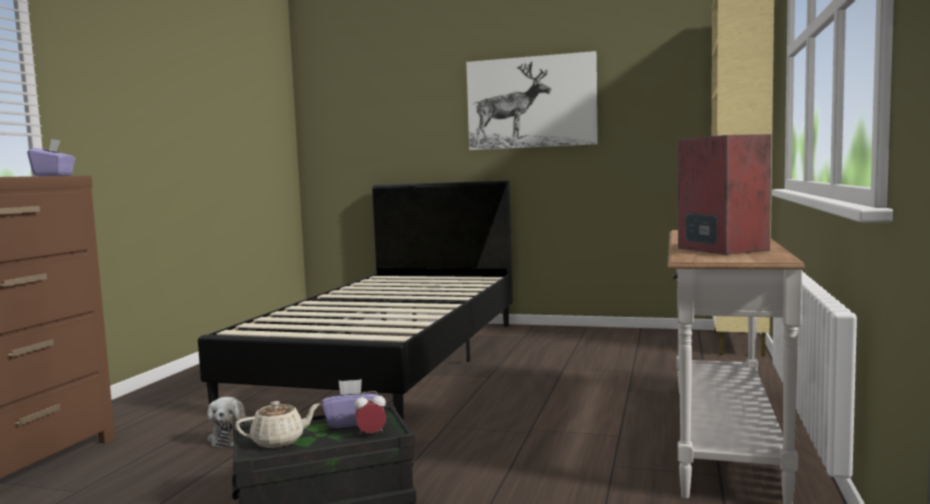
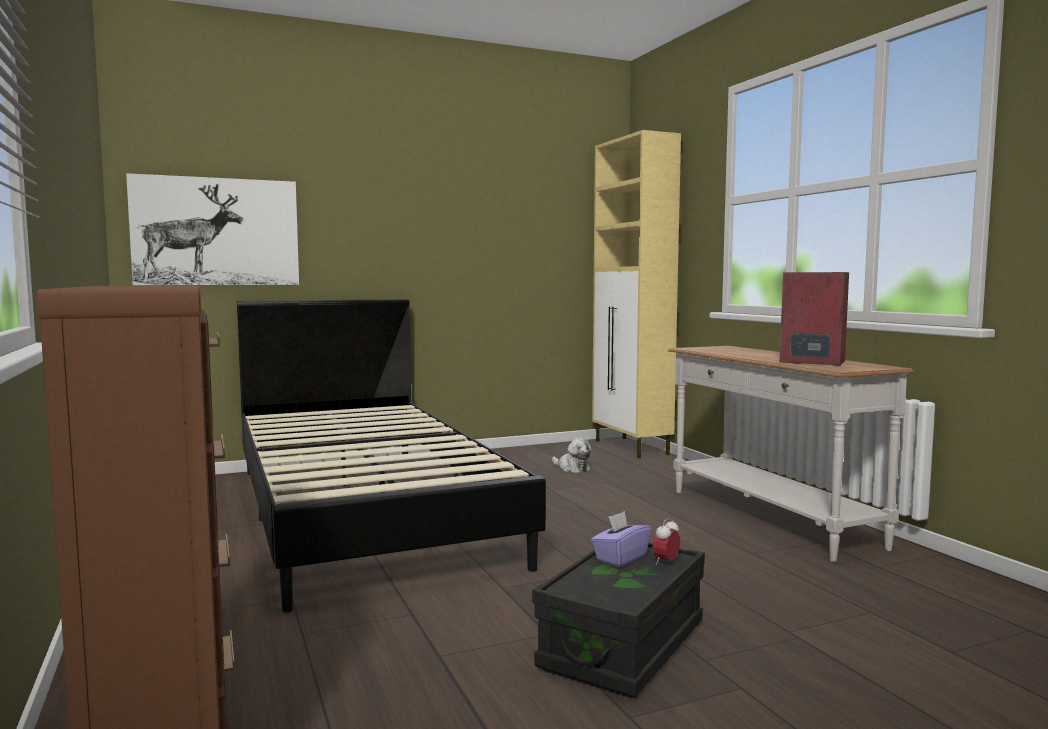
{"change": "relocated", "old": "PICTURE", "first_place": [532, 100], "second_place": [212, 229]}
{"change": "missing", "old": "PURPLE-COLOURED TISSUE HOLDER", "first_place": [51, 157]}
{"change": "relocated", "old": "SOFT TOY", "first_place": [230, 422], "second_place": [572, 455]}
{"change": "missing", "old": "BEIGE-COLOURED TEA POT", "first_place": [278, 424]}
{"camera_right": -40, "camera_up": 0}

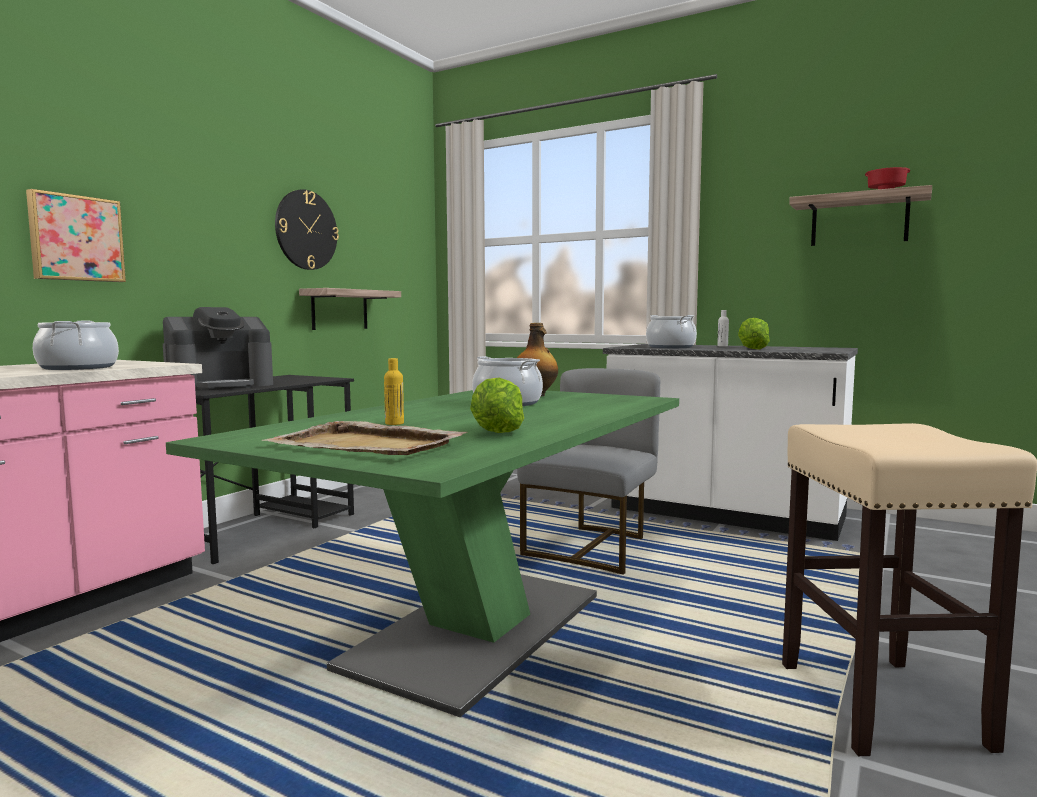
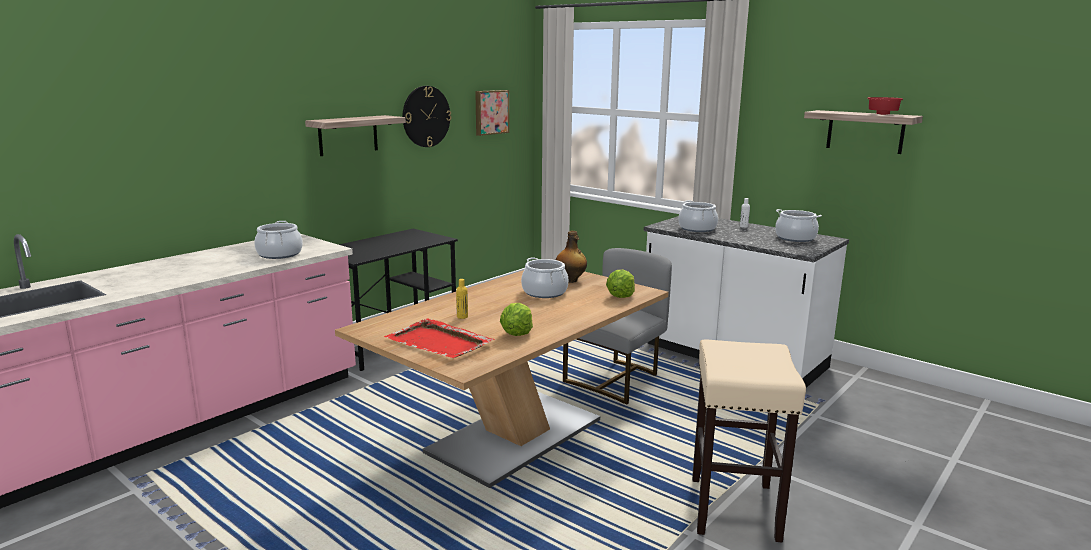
{"change": "relocated", "old": "PICTURE", "first_place": [76, 235], "second_place": [492, 113]}
{"change": "relocated", "old": "WALL SHELF", "first_place": [350, 309], "second_place": [355, 135]}
{"change": "missing", "old": "COFFEE MAKER", "first_place": [218, 348]}
{"change": "relocated", "old": "HEAD OF LETTUCE", "first_place": [754, 334], "second_place": [620, 283]}
{"change": "colour", "old": "GREEN DINING TABLE", "new": "BROWNISH DINING TABLE", "first_place": [422, 553], "second_place": [502, 379]}
{"change": "colour", "old": "BEIGE-COLOURED TRAY", "new": "REDDISH TRAY", "first_place": [364, 438], "second_place": [439, 338]}
{"change": "appeared", "new": "STOCKPOT", "second_place": [798, 225]}
{"camera_right": 10, "camera_up": 10}

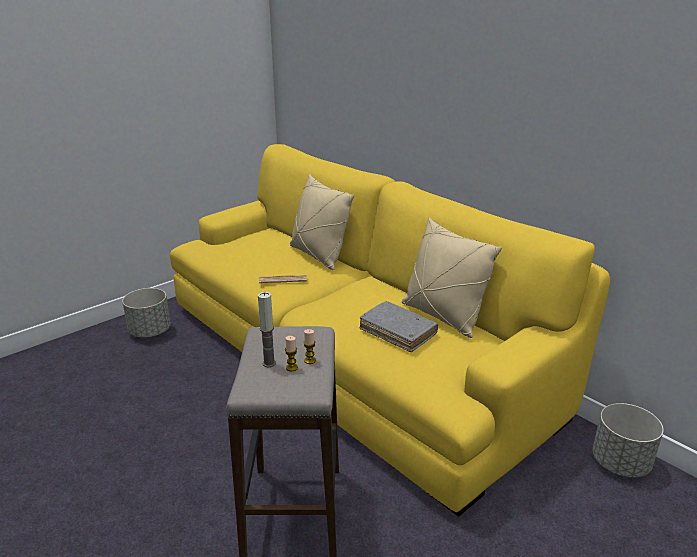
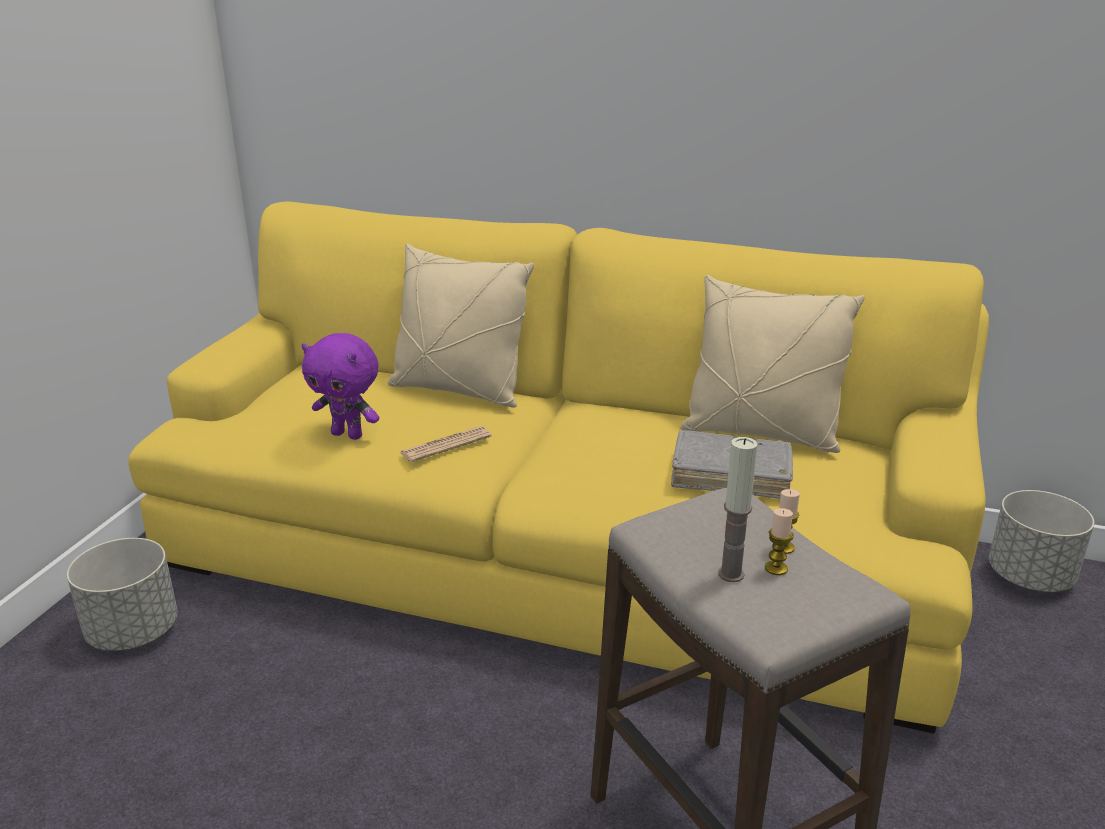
{"change": "appeared", "new": "PURPLE-COLOURED SOFT TOY", "second_place": [340, 386]}
{"camera_right": -30, "camera_up": 0}

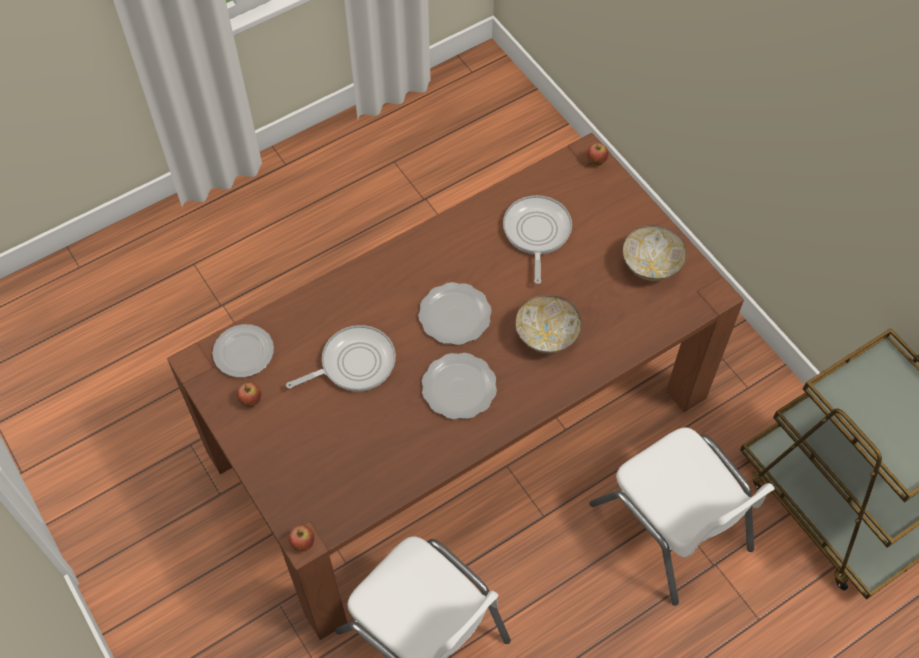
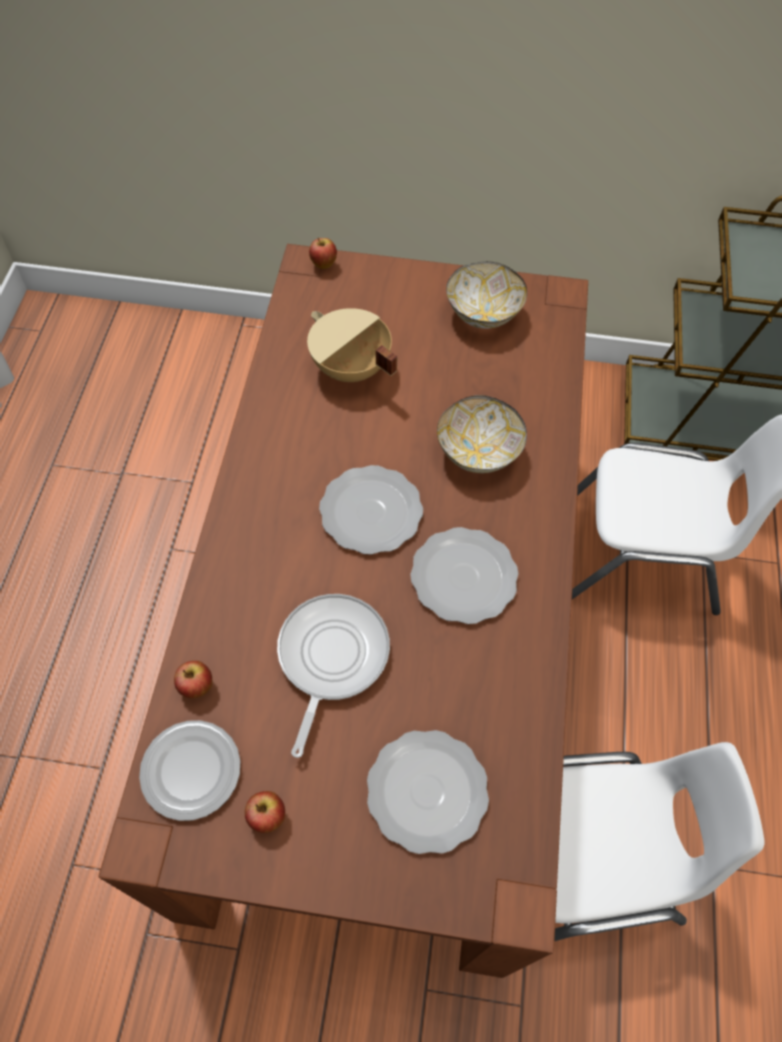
{"change": "exchanged", "old": "FRYING PAN", "new": "BEIGE-COLOURED STOCKPOT", "first_place": [537, 239], "second_place": [352, 345]}
{"change": "relocated", "old": "APPLE", "first_place": [302, 538], "second_place": [193, 679]}
{"change": "appeared", "new": "PLATE", "second_place": [428, 792]}
{"camera_right": -50, "camera_up": 0}

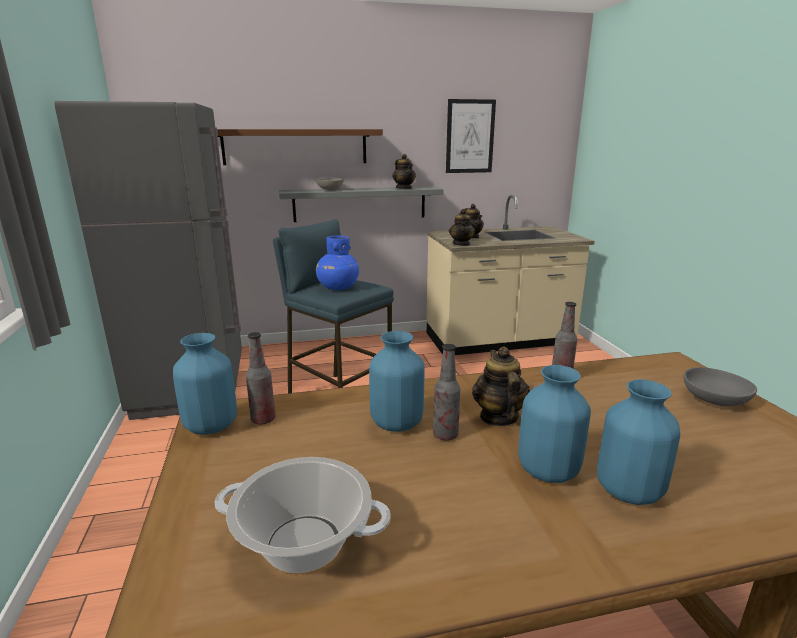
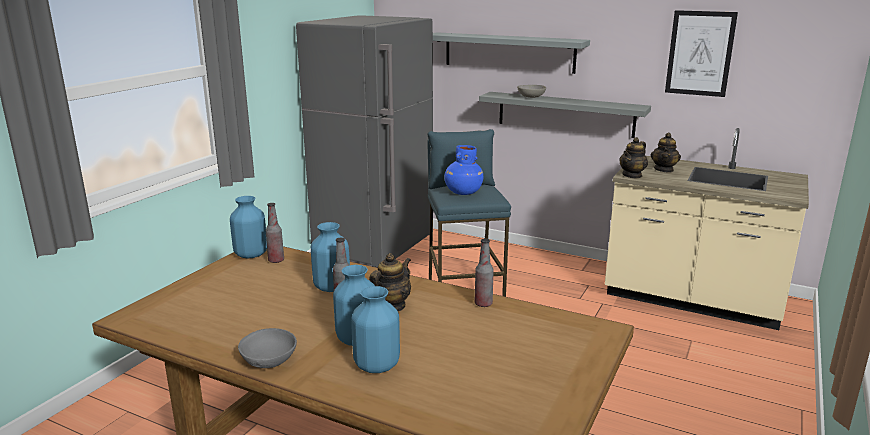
{"change": "colour", "old": "BROWNISH WALL SHELF", "new": "GRAY WALL SHELF", "first_place": [300, 147], "second_place": [511, 53]}
{"change": "missing", "old": "TEA POT", "first_place": [404, 171]}
{"change": "relocated", "old": "GRAY DEEP DISH", "first_place": [720, 387], "second_place": [267, 348]}
{"change": "missing", "old": "STOCKPOT", "first_place": [302, 515]}
{"camera_right": 40, "camera_up": 0}

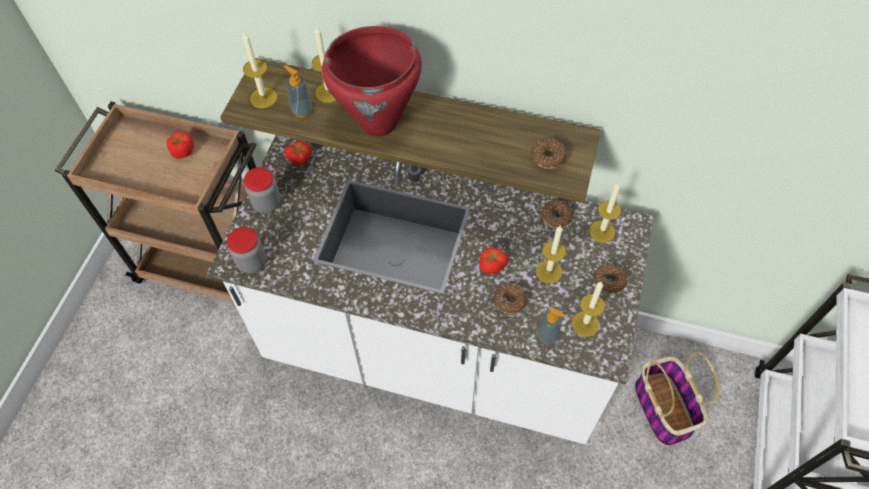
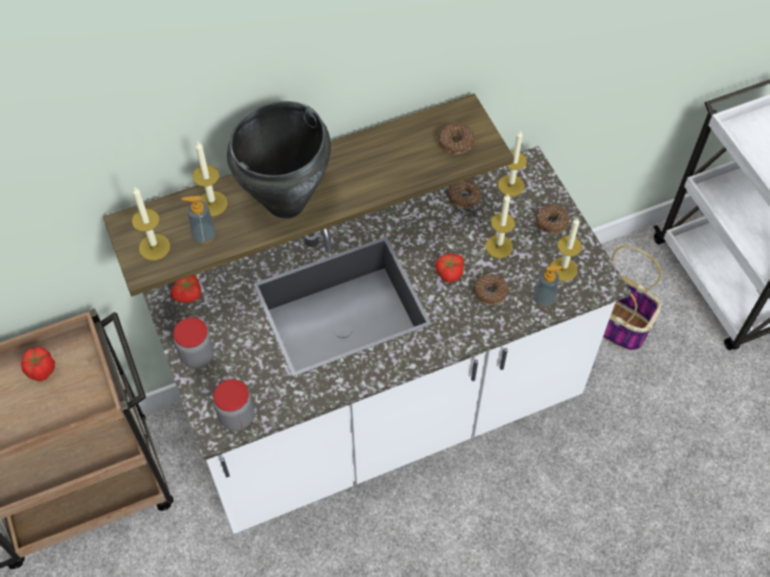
{"change": "colour", "old": "REDDISH STOCKPOT", "new": "BLACK-COLOURED STOCKPOT", "first_place": [372, 81], "second_place": [279, 160]}
{"camera_right": -40, "camera_up": 0}

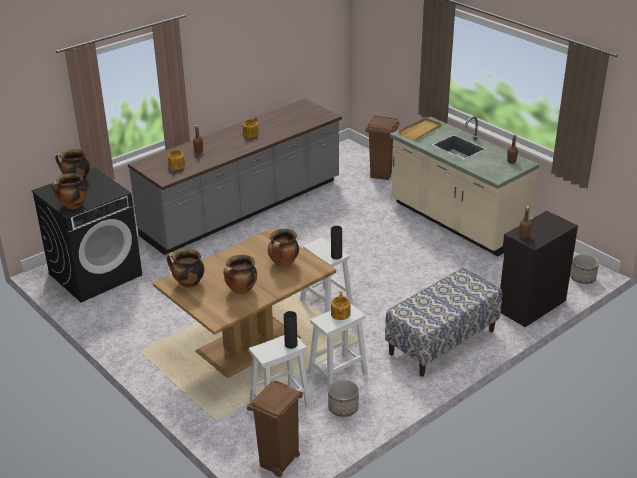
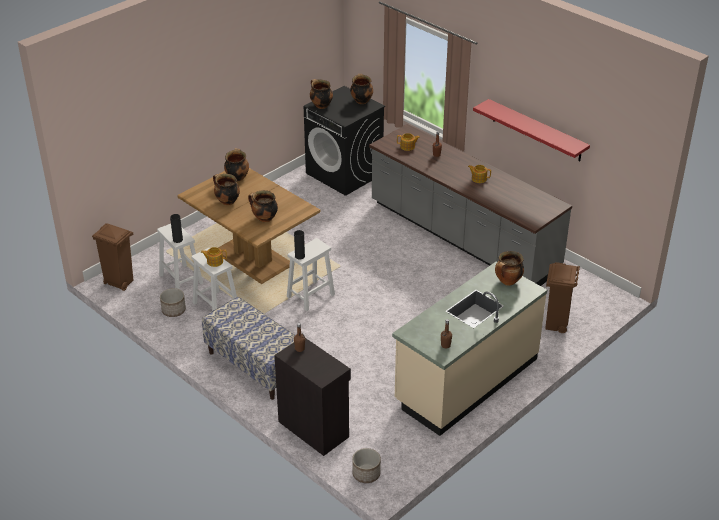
{"change": "exchanged", "old": "BEIGE-COLOURED TRAY", "new": "STOCKPOT", "first_place": [420, 129], "second_place": [509, 268]}
{"change": "appeared", "new": "REDDISH WALL SHELF", "second_place": [531, 130]}
{"camera_right": 85, "camera_up": 5}

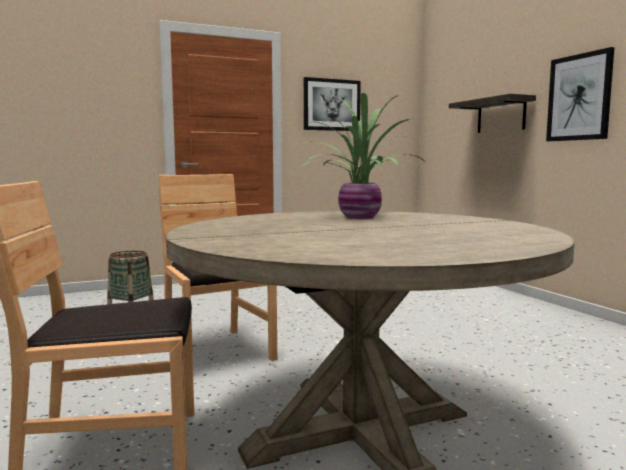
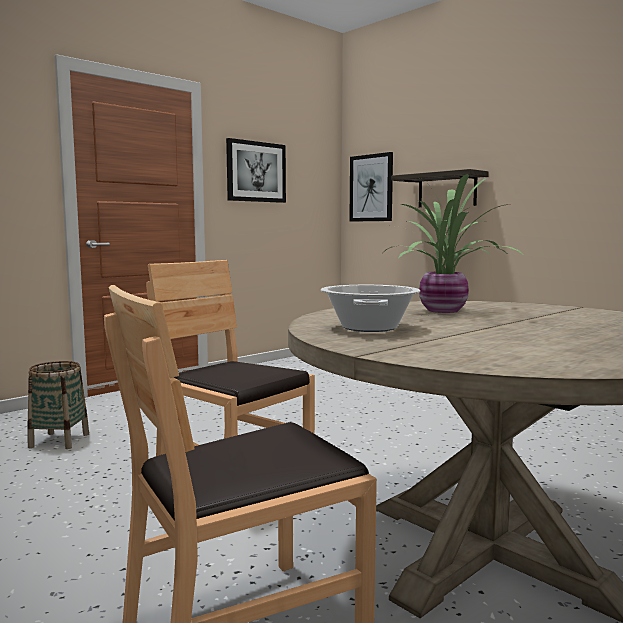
{"change": "relocated", "old": "PICTURE", "first_place": [580, 94], "second_place": [371, 187]}
{"change": "appeared", "new": "STOCKPOT", "second_place": [370, 308]}
{"camera_right": -20, "camera_up": 0}

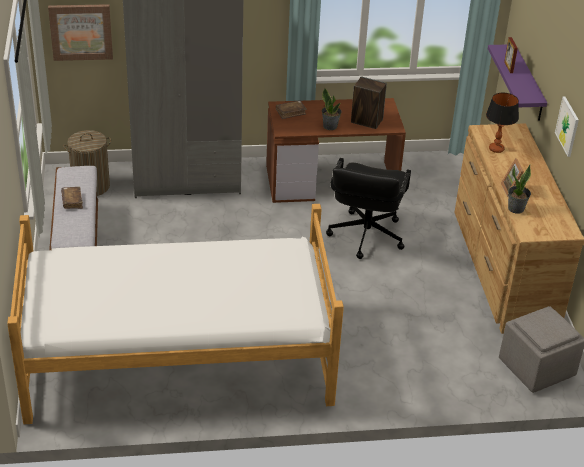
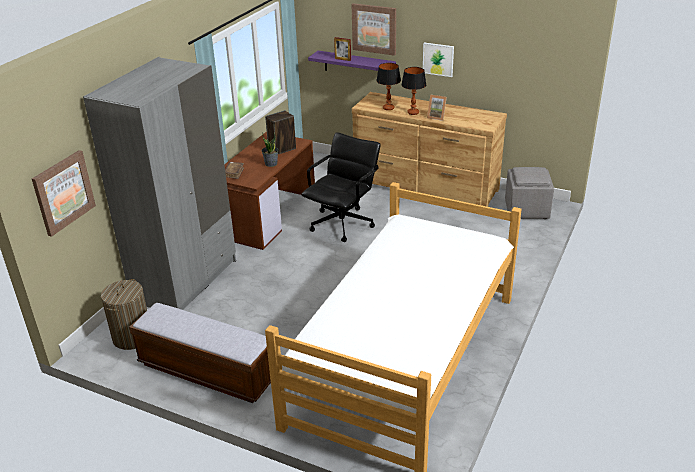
{"change": "spun", "old": "BLACK-COLOURED DESK CHAIR", "first_place": [368, 208], "second_place": [341, 187], "degrees": -105}
{"change": "missing", "old": "POTTED PLANT", "first_place": [519, 189]}
{"change": "missing", "old": "BROWNISH BOUND BOOK", "first_place": [72, 198]}
{"change": "appeared", "new": "PICTURE", "second_place": [374, 29]}
{"change": "appeared", "new": "TABLE LAMP", "second_place": [413, 91]}
{"camera_right": -55, "camera_up": -5}

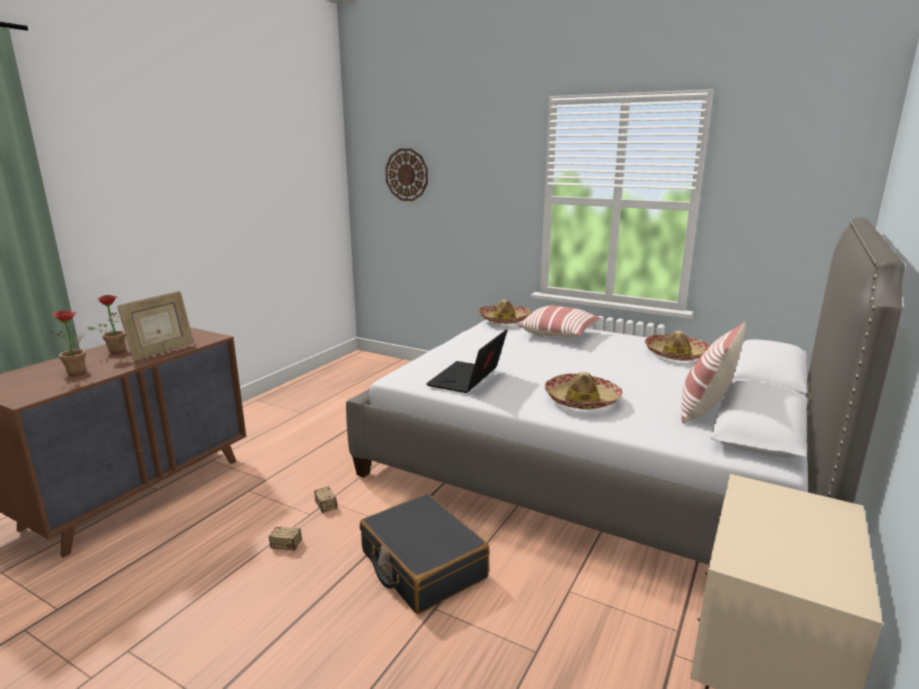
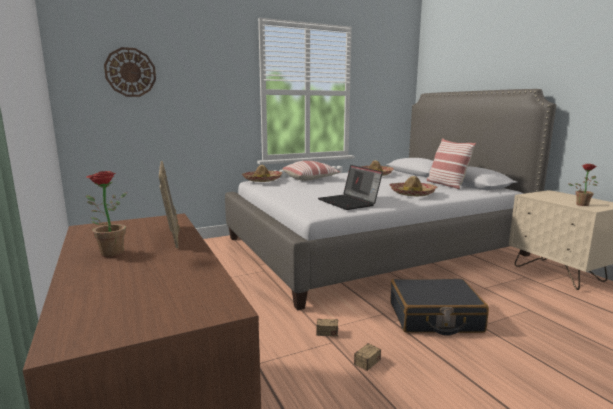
{"change": "relocated", "old": "POTTED PLANT", "first_place": [67, 342], "second_place": [583, 185]}
{"camera_right": -55, "camera_up": -5}

